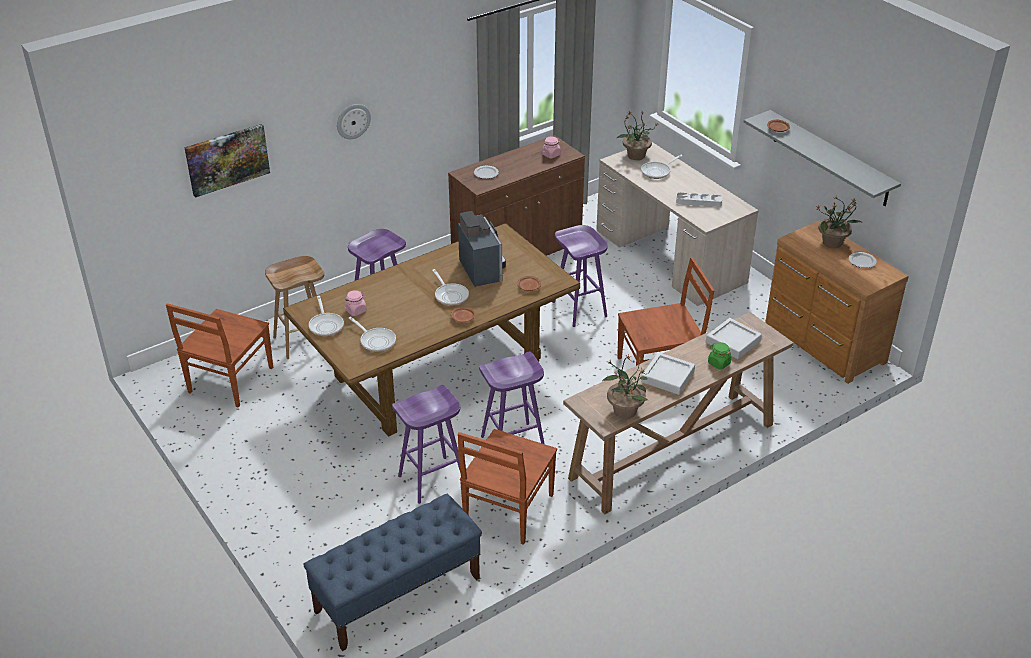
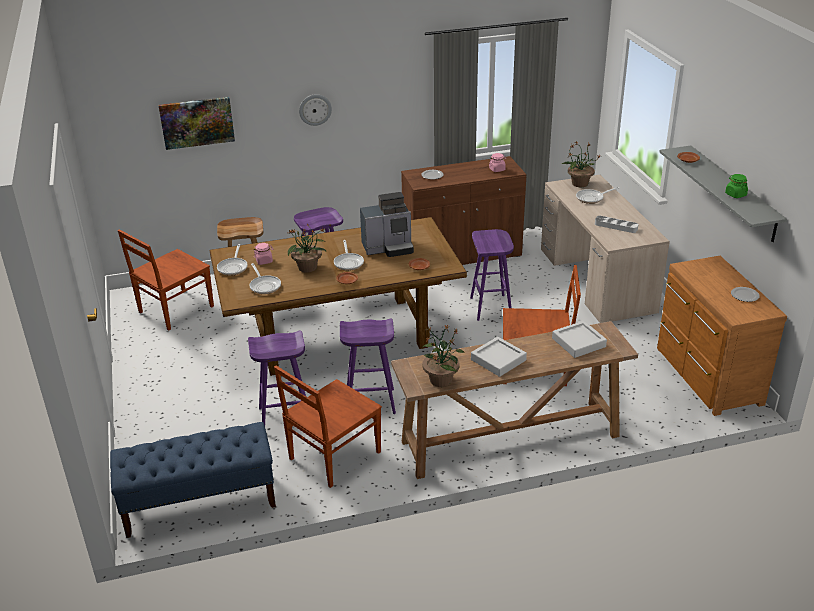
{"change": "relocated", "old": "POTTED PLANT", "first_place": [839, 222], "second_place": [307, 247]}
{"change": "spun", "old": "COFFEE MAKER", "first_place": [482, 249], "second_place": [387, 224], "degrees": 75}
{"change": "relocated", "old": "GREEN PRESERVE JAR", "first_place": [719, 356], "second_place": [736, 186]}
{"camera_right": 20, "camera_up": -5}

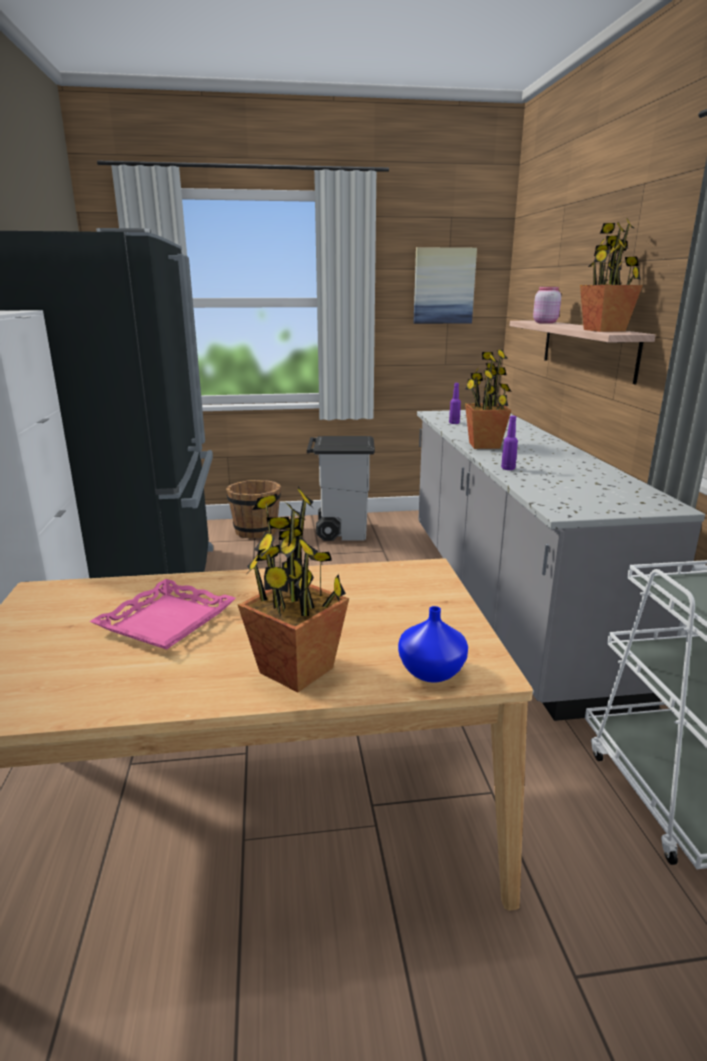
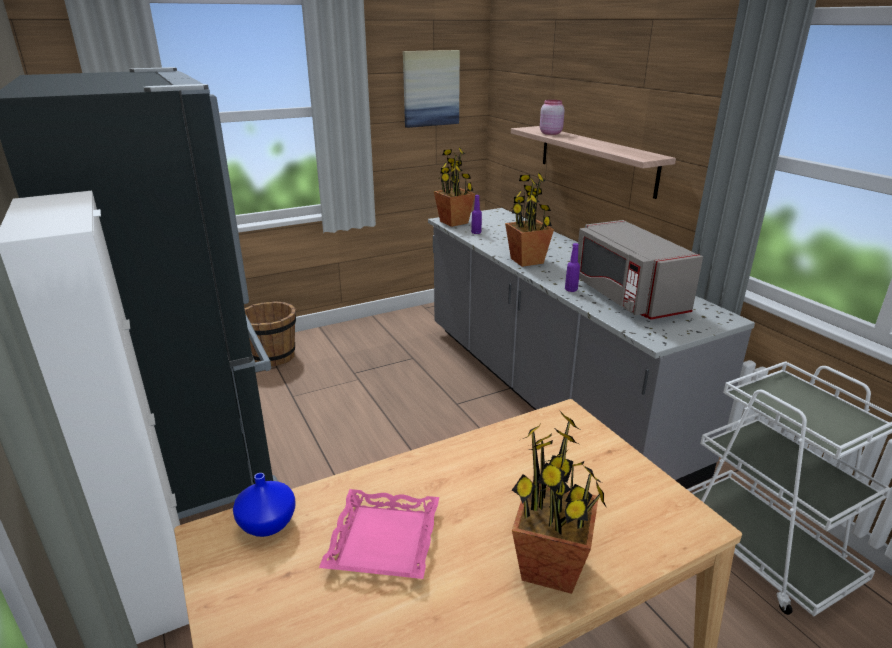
{"change": "relocated", "old": "POTTED PLANT", "first_place": [611, 275], "second_place": [454, 187]}
{"change": "missing", "old": "GRAY WASTE BIN", "first_place": [341, 488]}
{"change": "relocated", "old": "BLUE-COLOURED FLOWER VASE", "first_place": [433, 644], "second_place": [264, 505]}
{"change": "appeared", "new": "GRAY KITCHEN MICROWAVE", "second_place": [640, 270]}
{"camera_right": -20, "camera_up": 5}

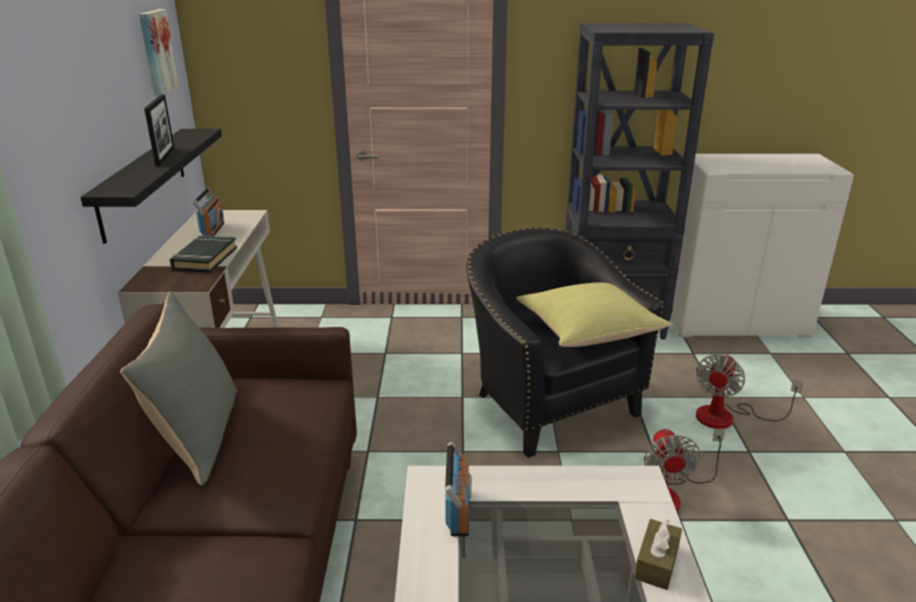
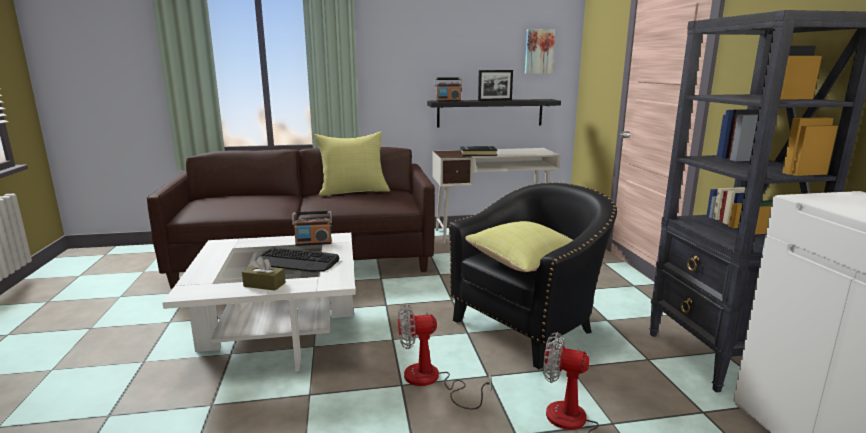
{"change": "relocated", "old": "RADIO RECEIVER", "first_place": [208, 211], "second_place": [448, 89]}
{"change": "colour", "old": "GRAY THROW PILLOW", "new": "YELLOWISH THROW PILLOW", "first_place": [178, 388], "second_place": [352, 163]}
{"change": "appeared", "new": "COMPUTER KEYBOARD", "second_place": [297, 260]}
{"camera_right": 80, "camera_up": -10}

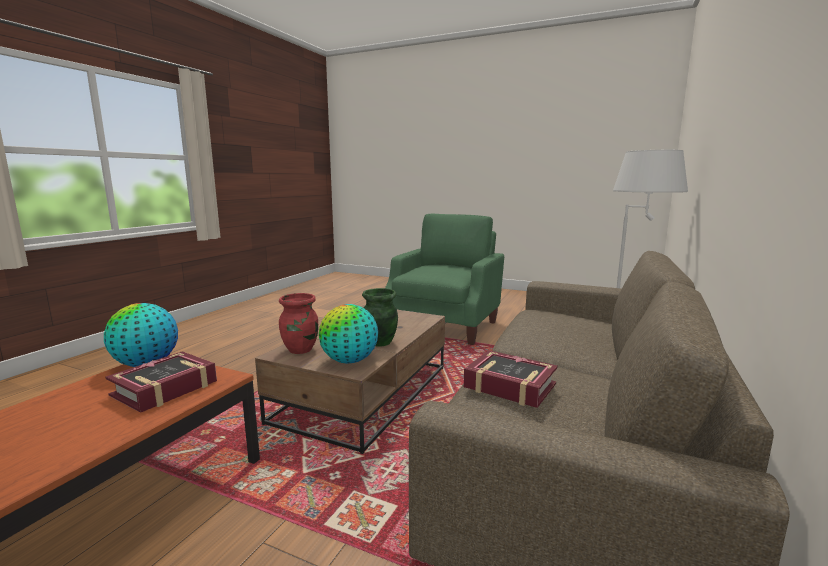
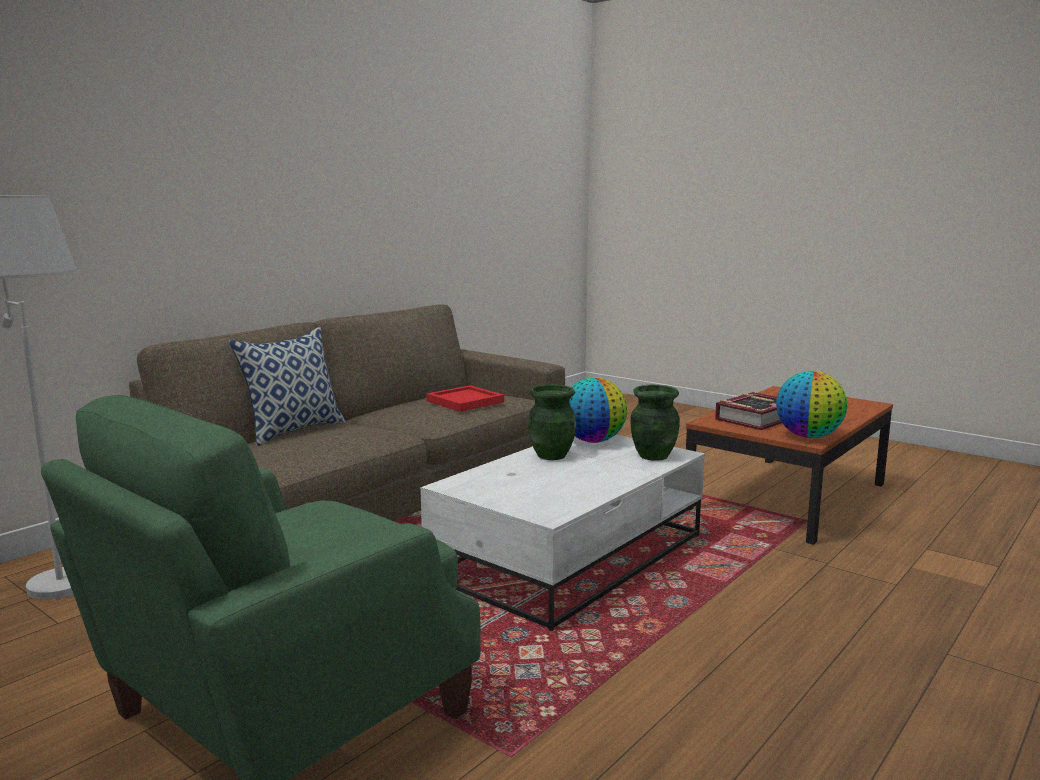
{"change": "colour", "old": "REDDISH FLOWER VASE", "new": "GREEN FLOWER VASE", "first_place": [298, 323], "second_place": [655, 423]}
{"change": "colour", "old": "BROWNISH LOUNGE TABLE", "new": "WHITE LOUNGE TABLE", "first_place": [350, 379], "second_place": [563, 533]}
{"change": "exchanged", "old": "BOUND BOOK", "new": "REDDISH TRAY", "first_place": [511, 379], "second_place": [465, 398]}
{"change": "appeared", "new": "THROW PILLOW", "second_place": [287, 386]}
{"camera_right": -165, "camera_up": 0}

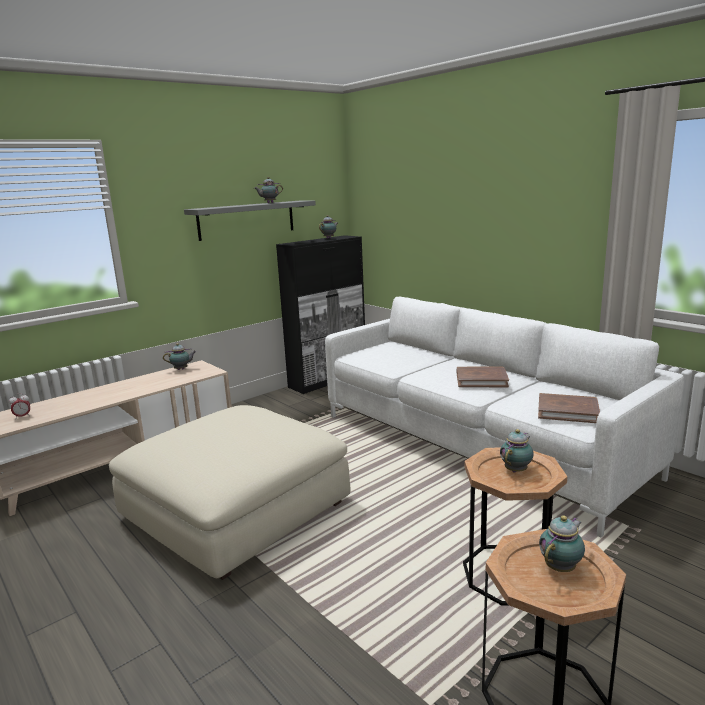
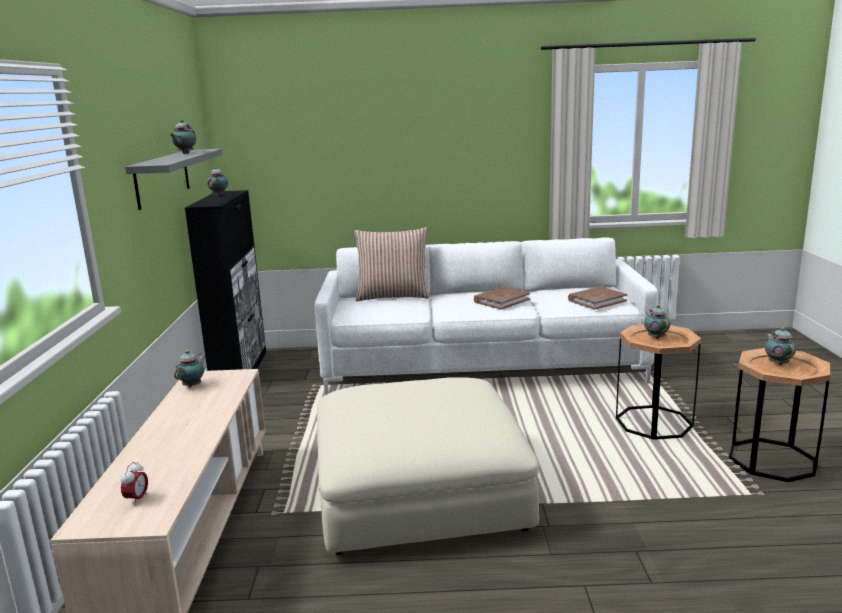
{"change": "appeared", "new": "THROW PILLOW", "second_place": [392, 264]}
{"camera_right": -50, "camera_up": 0}

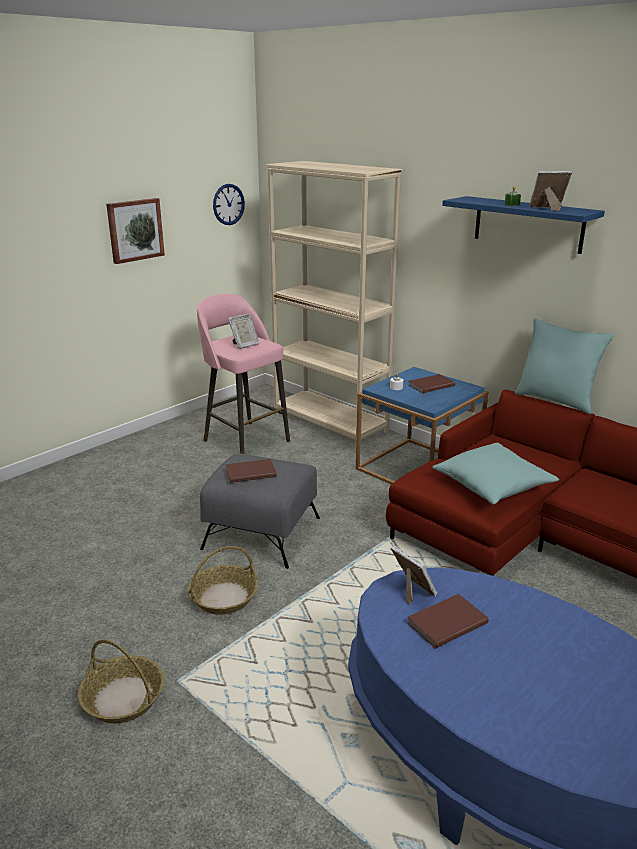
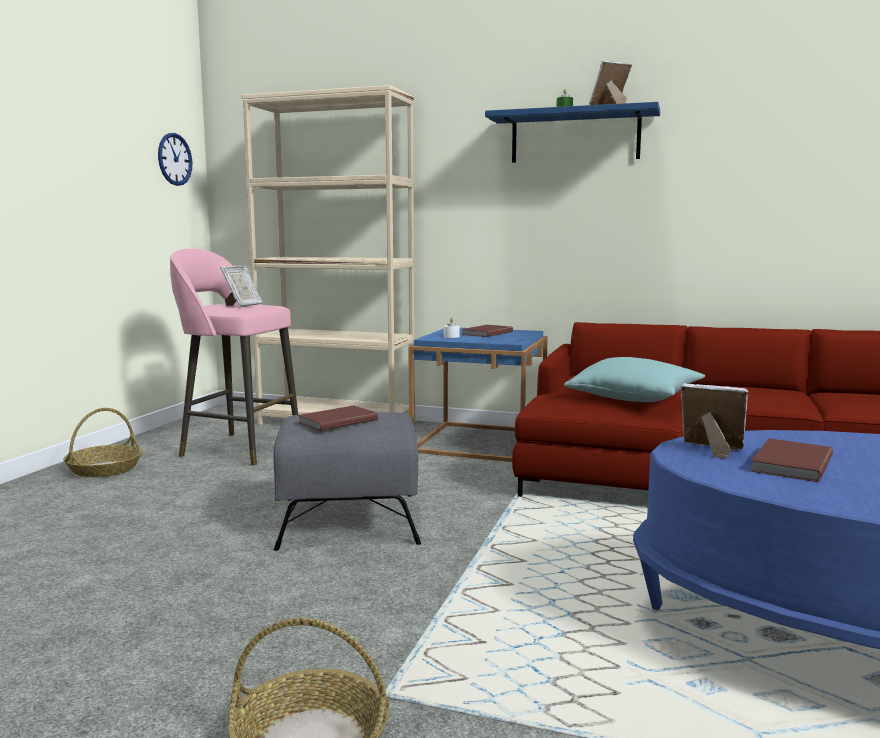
{"change": "missing", "old": "PICTURE", "first_place": [135, 231]}
{"change": "missing", "old": "TURQUOISE THROW PILLOW", "first_place": [564, 366]}
{"change": "relocated", "old": "STORAGE BASKET", "first_place": [223, 580], "second_place": [103, 442]}
{"camera_right": -25, "camera_up": -15}

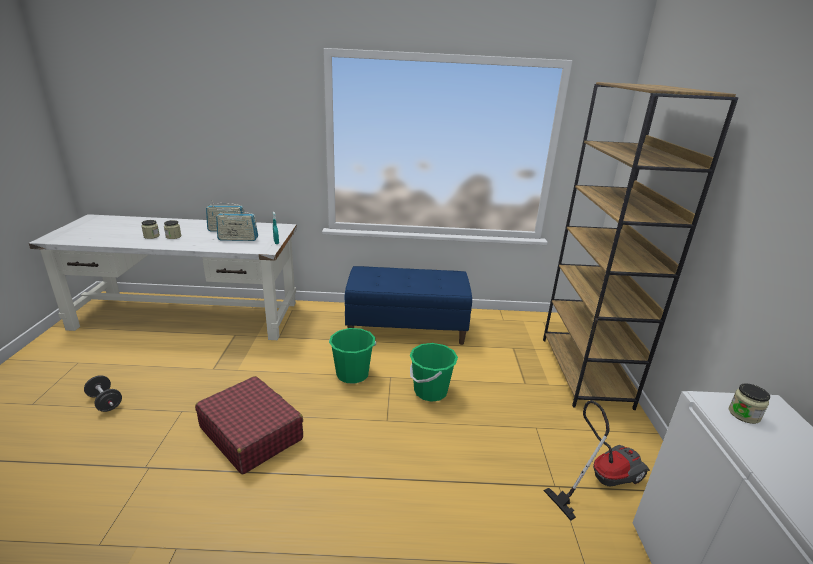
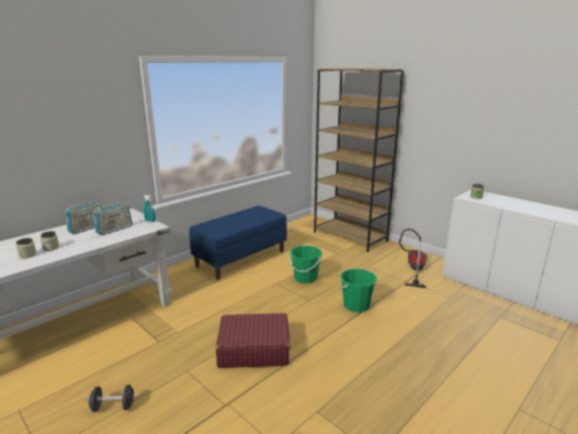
{"change": "relocated", "old": "GREEN WATER BUCKET", "first_place": [352, 356], "second_place": [358, 291]}
{"camera_right": -45, "camera_up": -5}

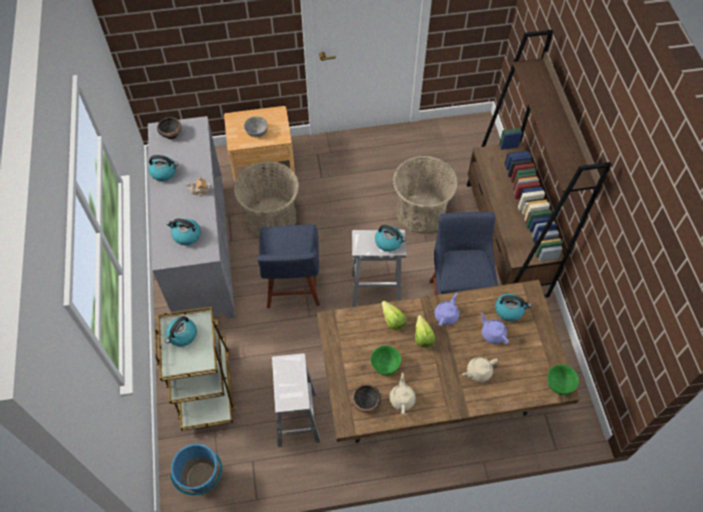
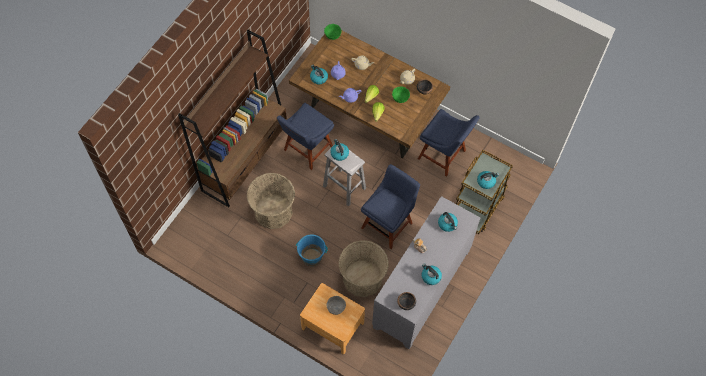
{"change": "exchanged", "old": "WHITE STOOL SEAT", "new": "BLUE-COLOURED PLAIN CHAIR", "first_place": [296, 400], "second_place": [449, 143]}
{"change": "relocated", "old": "BLUE-COLOURED WATER BUCKET", "first_place": [196, 470], "second_place": [312, 250]}
{"camera_right": -140, "camera_up": 5}

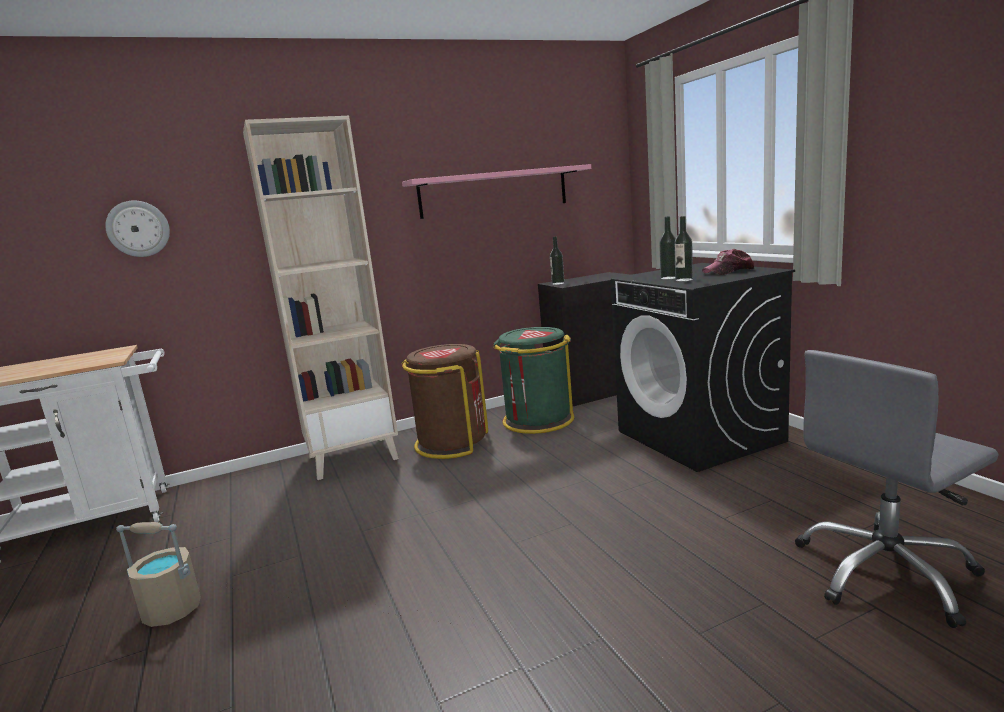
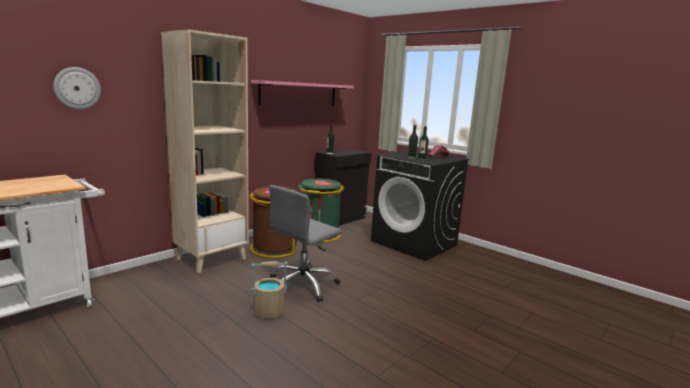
{"change": "relocated", "old": "GRAY DESK CHAIR", "first_place": [897, 489], "second_place": [305, 243]}
{"change": "relocated", "old": "BEIGE-COLOURED WATER BUCKET", "first_place": [158, 574], "second_place": [269, 290]}
{"camera_right": -25, "camera_up": 0}

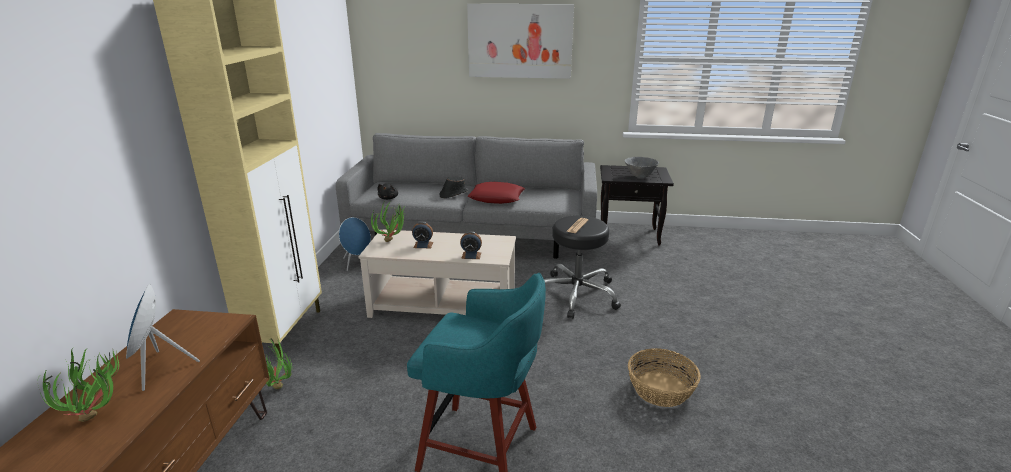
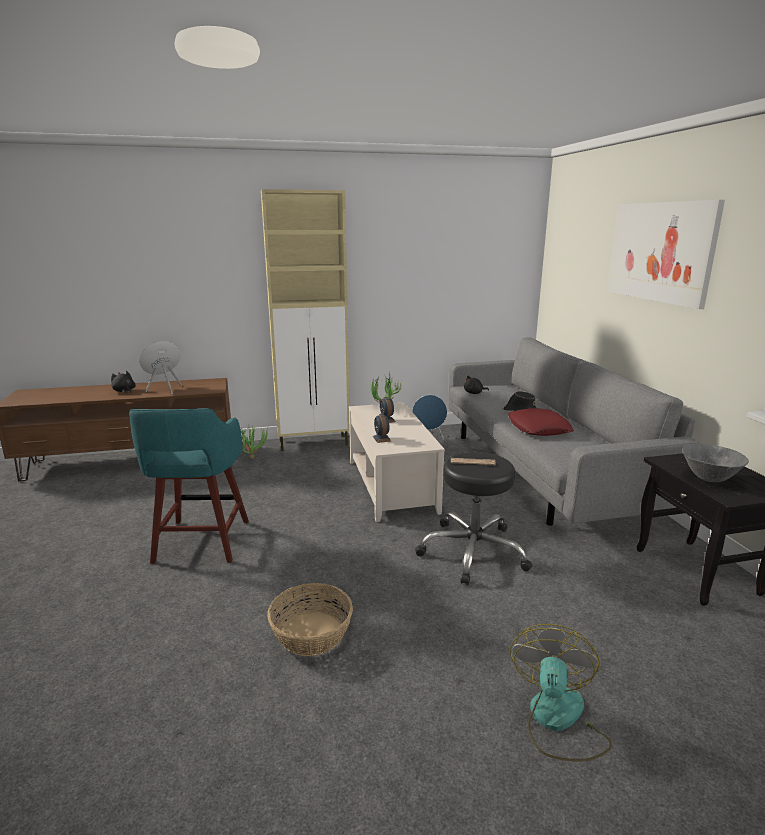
{"change": "exchanged", "old": "POTTED PLANT", "new": "BLACK-COLOURED SOFT TOY", "first_place": [78, 385], "second_place": [123, 382]}
{"change": "appeared", "new": "COOLING FAN", "second_place": [561, 693]}
{"camera_right": 70, "camera_up": -5}

